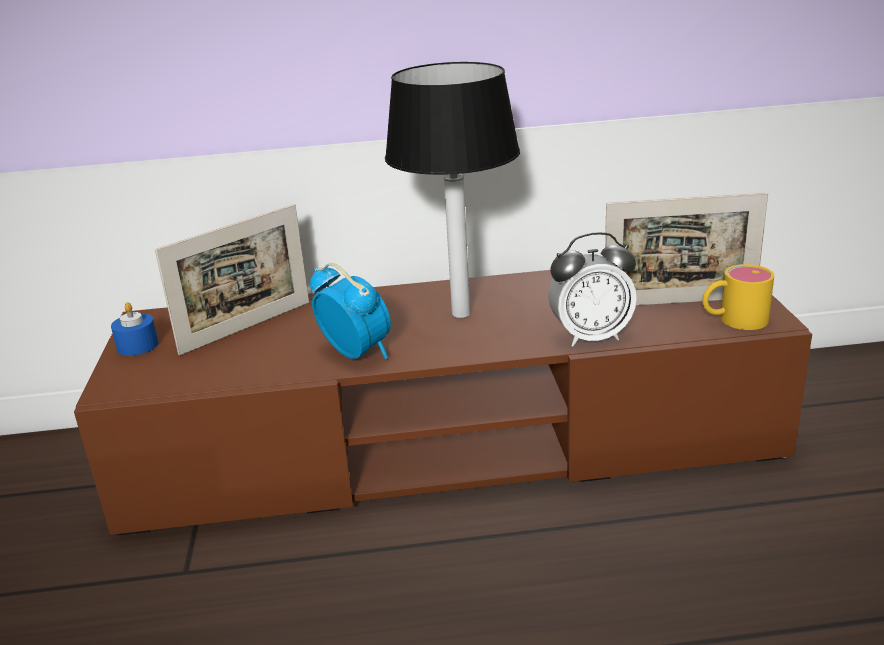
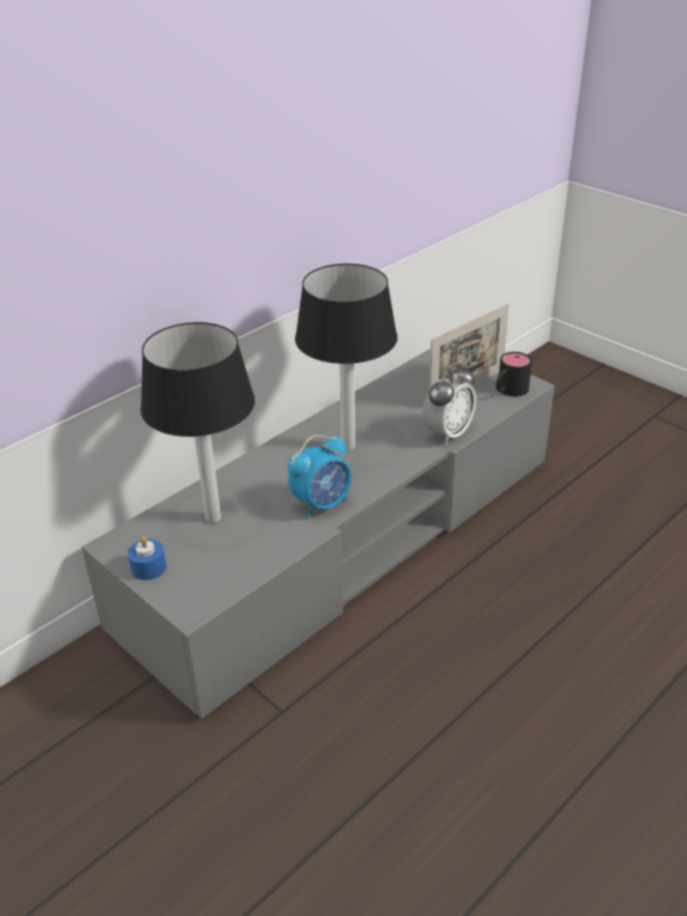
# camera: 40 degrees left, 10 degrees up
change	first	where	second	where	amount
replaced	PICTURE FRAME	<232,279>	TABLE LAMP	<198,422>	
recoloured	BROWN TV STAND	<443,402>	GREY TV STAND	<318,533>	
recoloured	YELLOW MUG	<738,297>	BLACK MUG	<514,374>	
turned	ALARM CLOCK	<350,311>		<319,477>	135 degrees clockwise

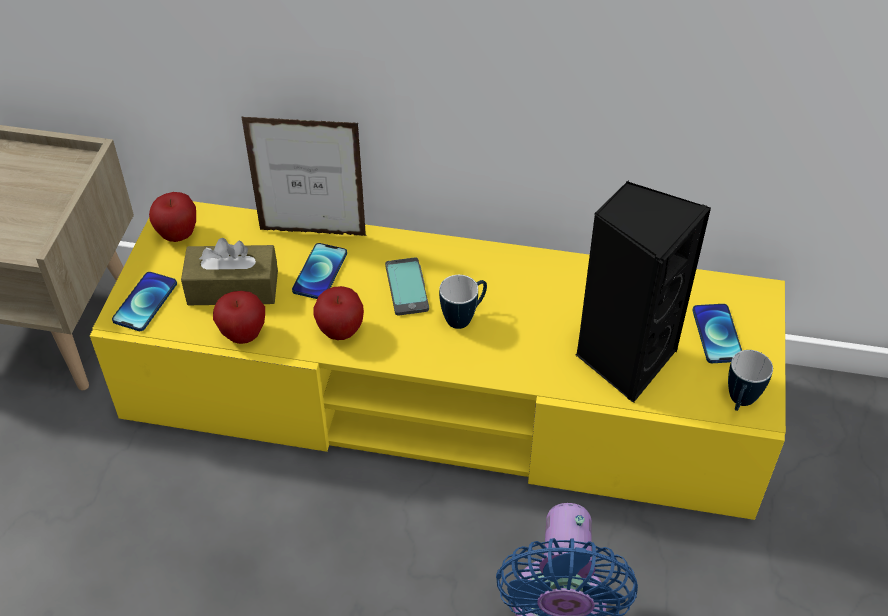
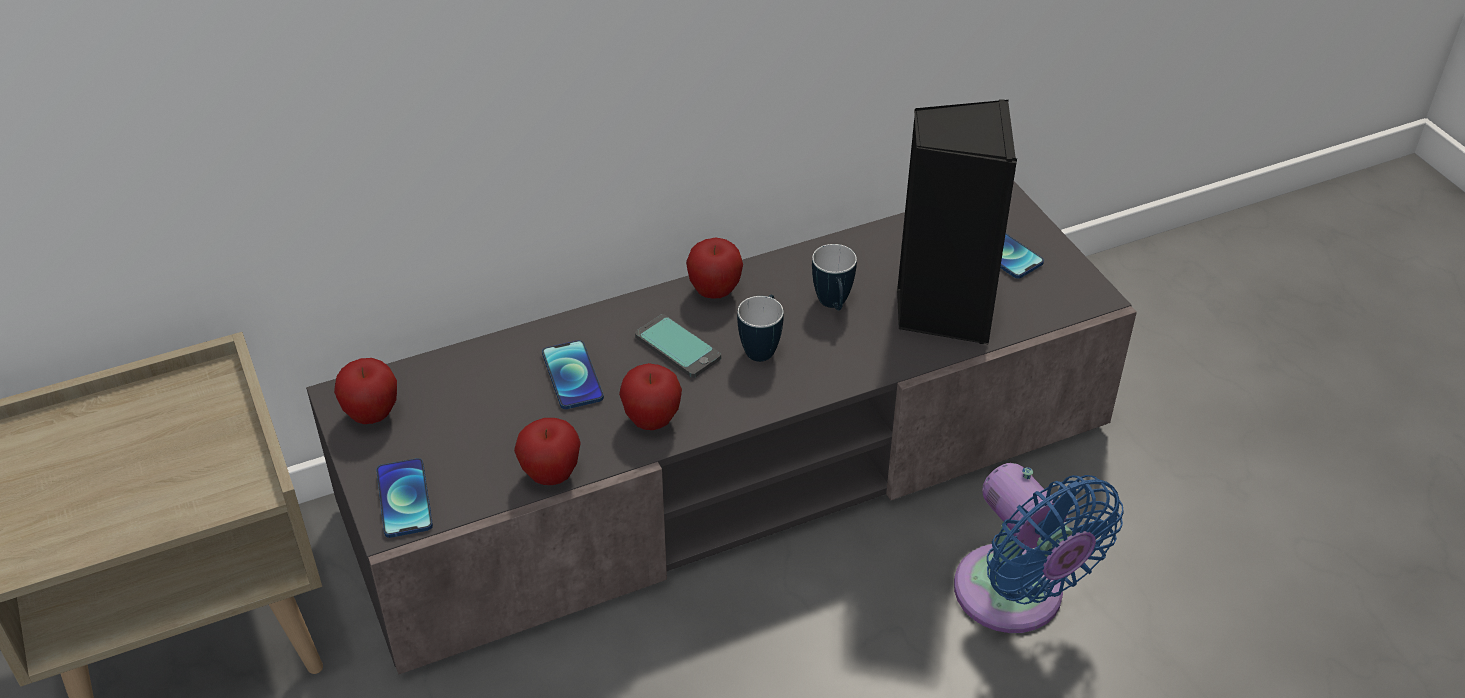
# camera: 35 degrees left, 5 degrees down
change	first	where	second	where	amount
removed	BROWN TISSUE BOX	<229,271>			
removed	PICTURE FRAME	<304,176>			
added			APPLE	<714,268>	
moved	MUG	<750,380>		<834,277>	
recoloured	YELLOW TV STAND	<438,360>	GREY TV STAND	<721,427>	

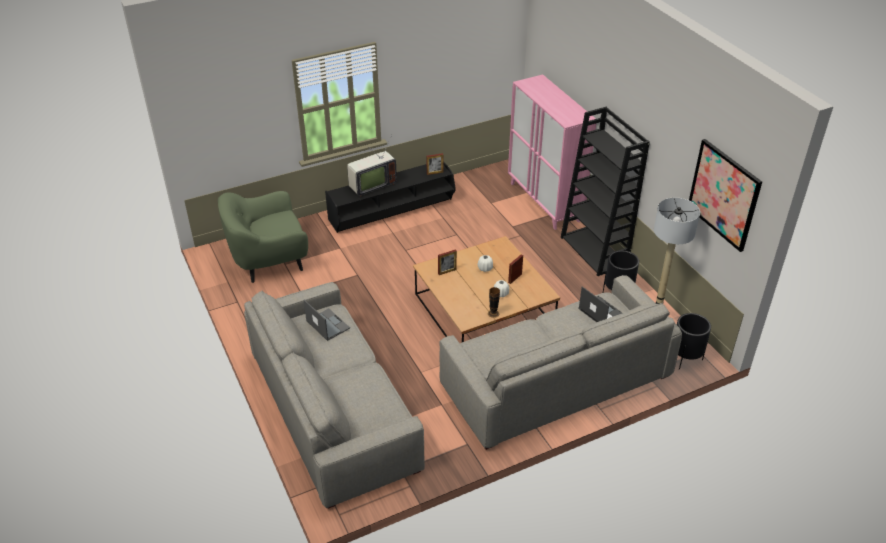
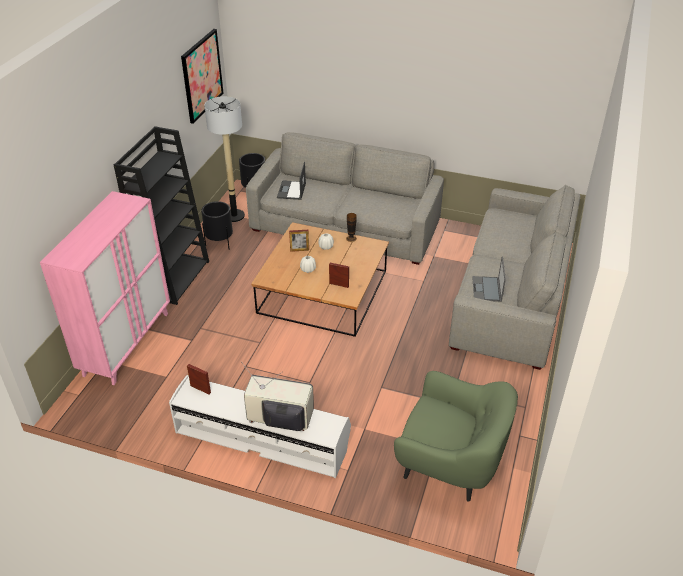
# camera: 135 degrees left, 0 degrees up
change	first	where	second	where	amount
recoloured	BLACK TV STAND	<390,197>	WHITE TV STAND	<260,426>	

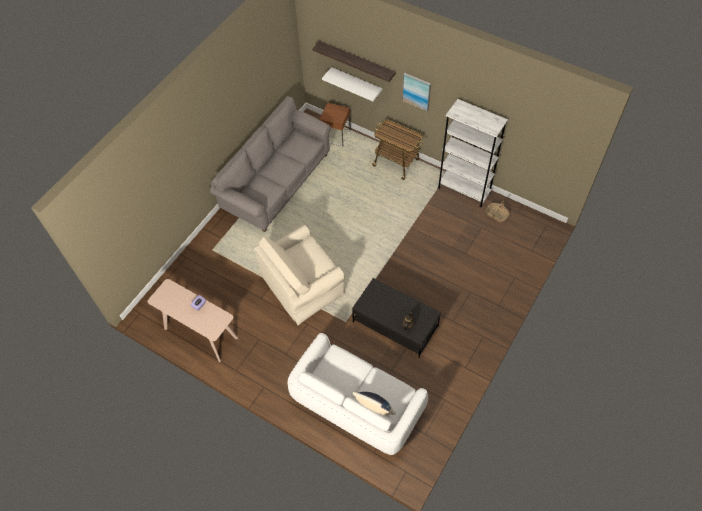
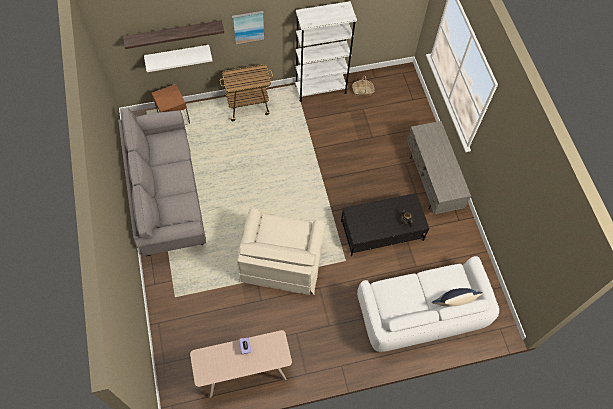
# camera: 50 degrees left, 5 degrees up
change	first	where	second	where	amount
added			GREY TV STAND	<439,167>	

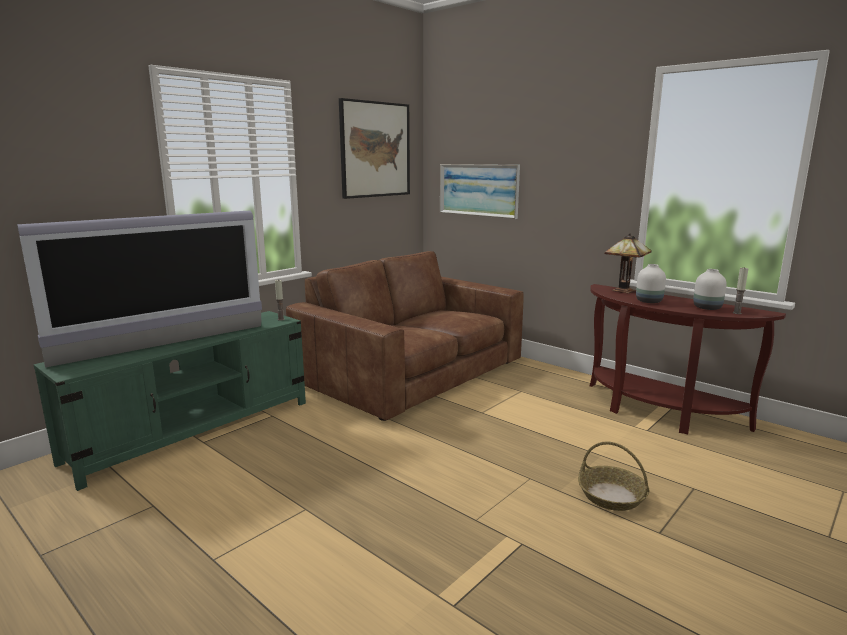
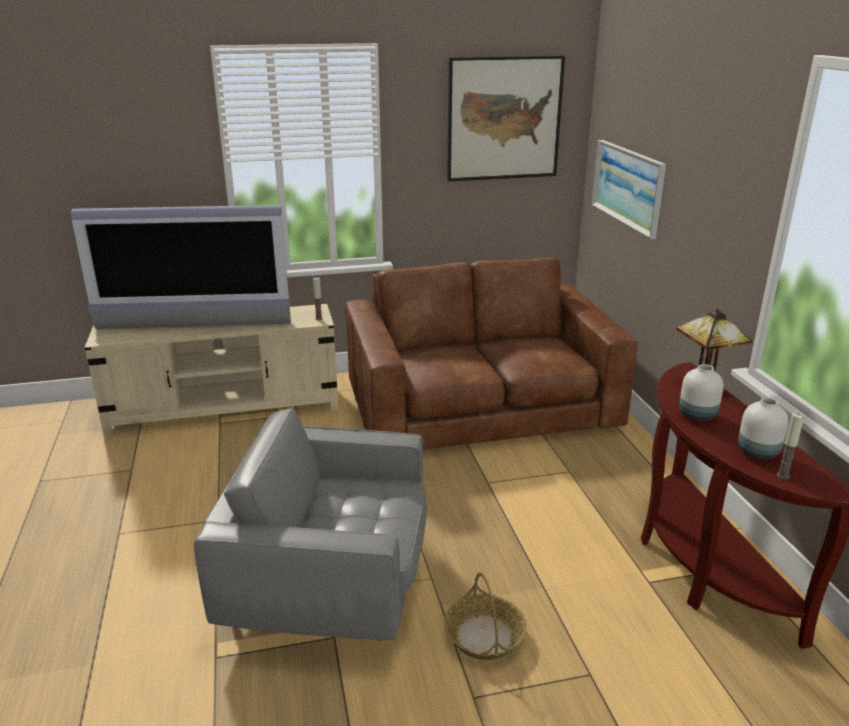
# camera: 35 degrees right, 10 degrees up
change	first	where	second	where	amount
added			GREY ARMCHAIR	<310,524>	
recoloured	GREEN TV STAND	<169,401>	BEIGE TV STAND	<211,370>	

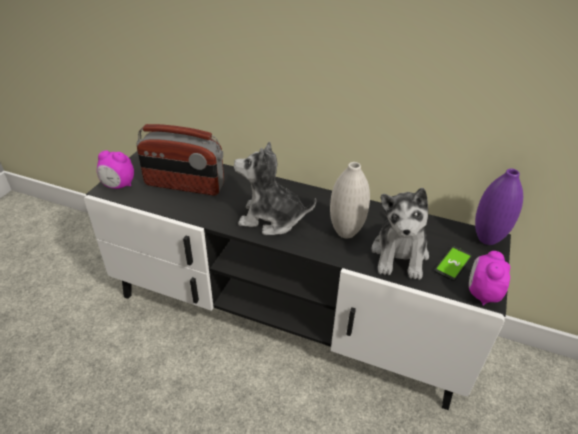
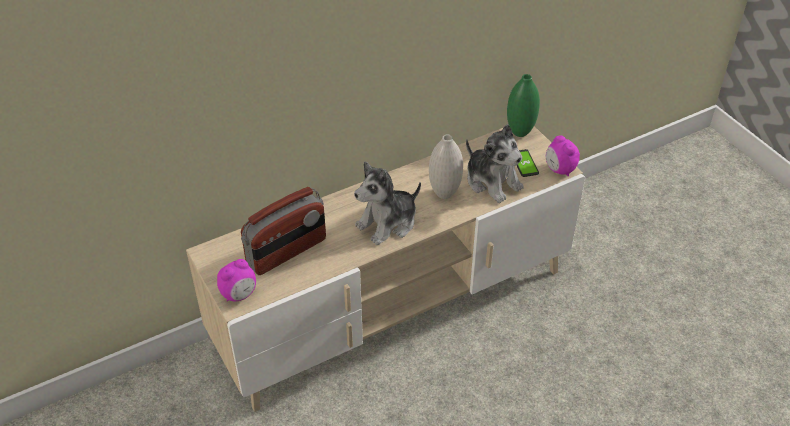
# camera: 50 degrees left, 5 degrees up
change	first	where	second	where	amount
recoloured	BLACK TV STAND	<297,280>	BEIGE TV STAND	<385,269>	
recoloured	PURPLE VASE	<499,207>	GREEN VASE	<523,105>	

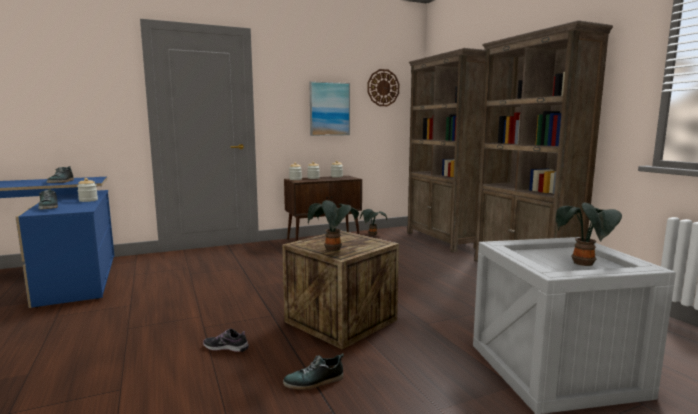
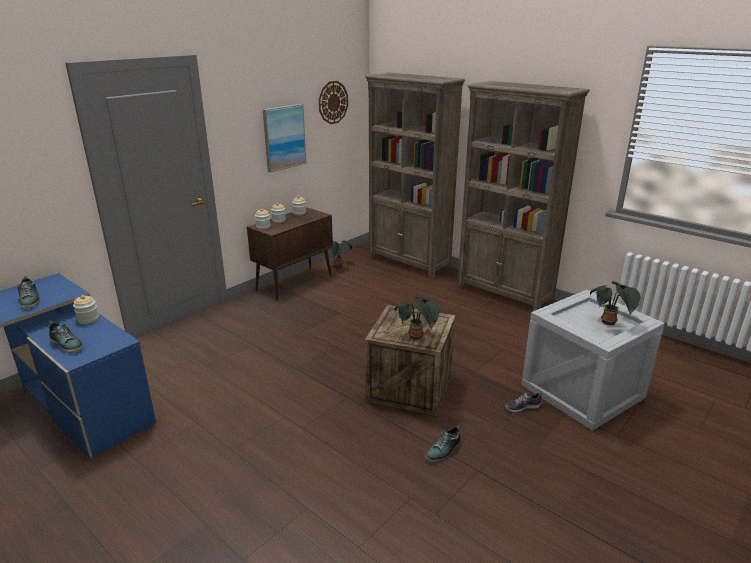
# camera: 25 degrees left, 15 degrees up
change	first	where	second	where	amount
moved	SHOE	<226,340>		<523,402>	

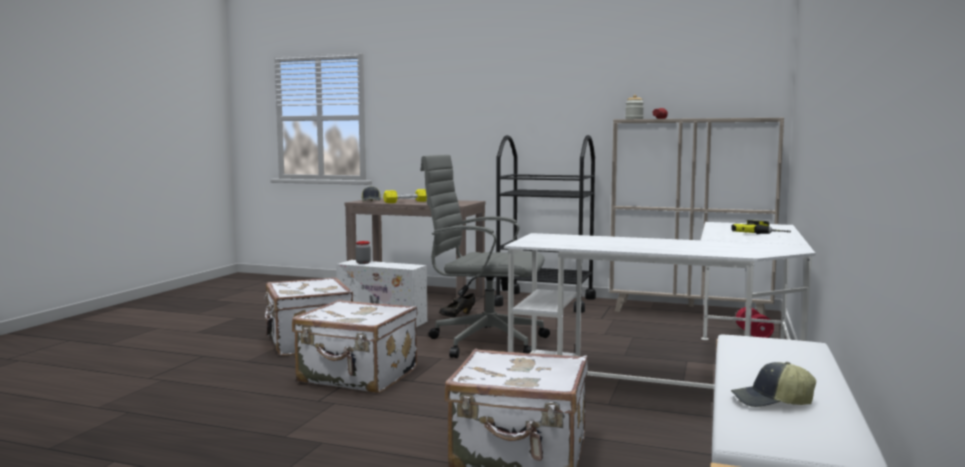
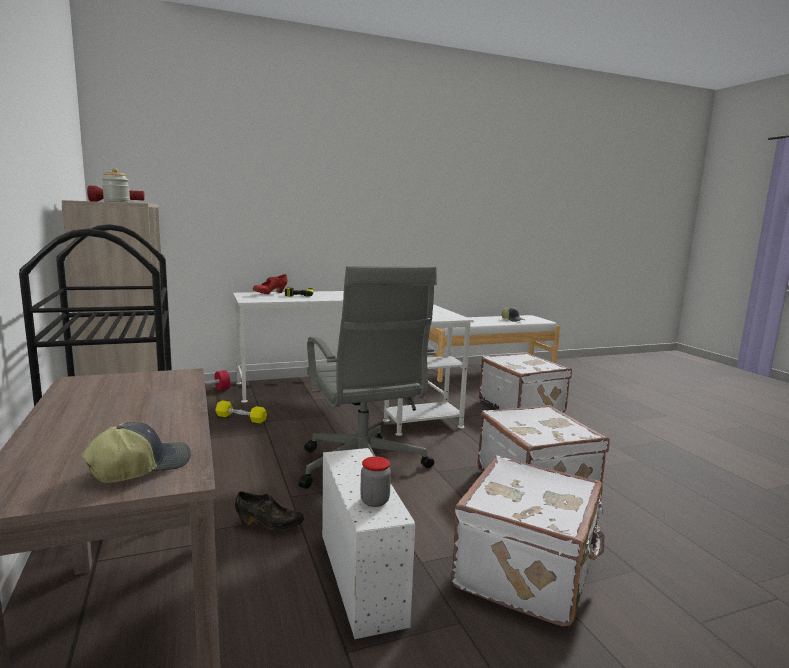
# camera: 130 degrees left, 5 degrees up
change	first	where	second	where	amount
added			RED SHOE	<270,284>	
moved	YELLOW DUMBBELL	<405,196>		<241,411>	

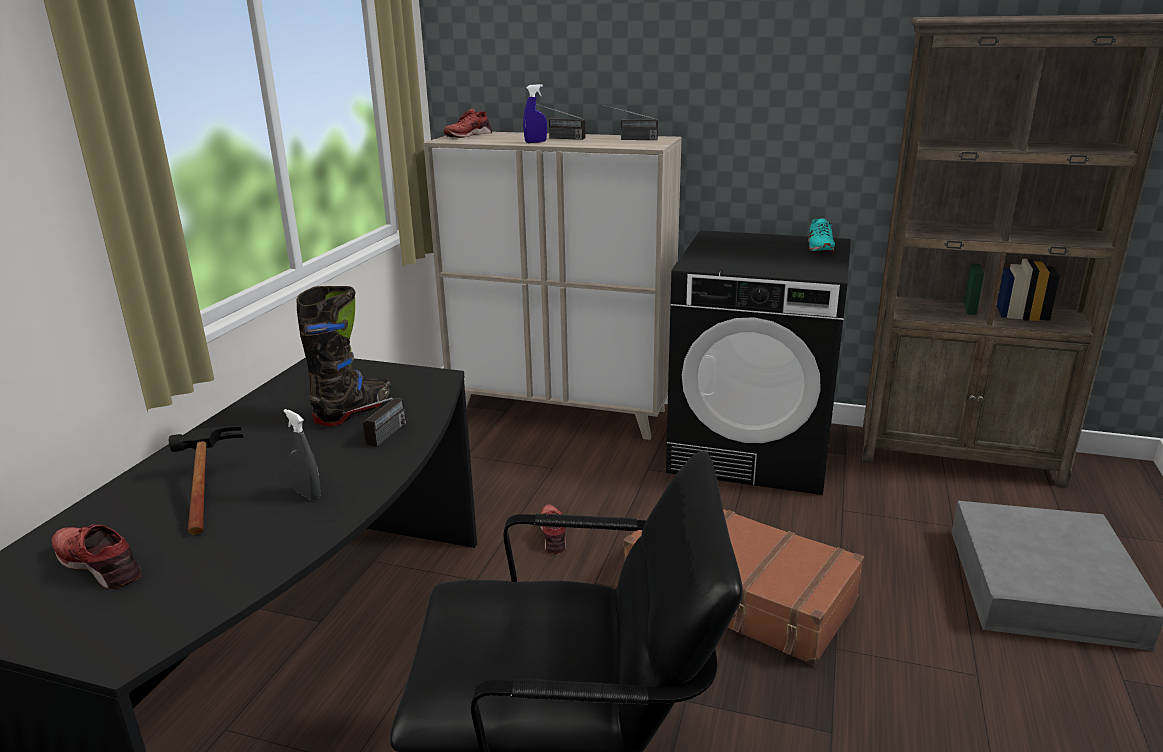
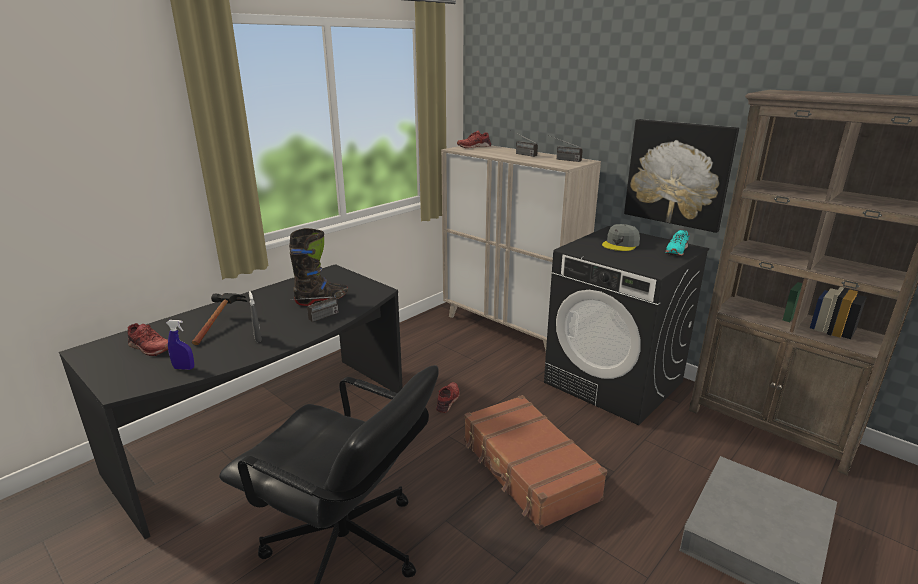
# camera: 25 degrees right, 0 degrees up
change	first	where	second	where	amount
added			GREY CAP	<621,237>	
added			PICTURE	<681,176>	
moved	BLUE SPRAY BOTTLE	<535,113>		<180,345>	
turned	RED SHOE	<96,556>		<148,339>	150 degrees clockwise

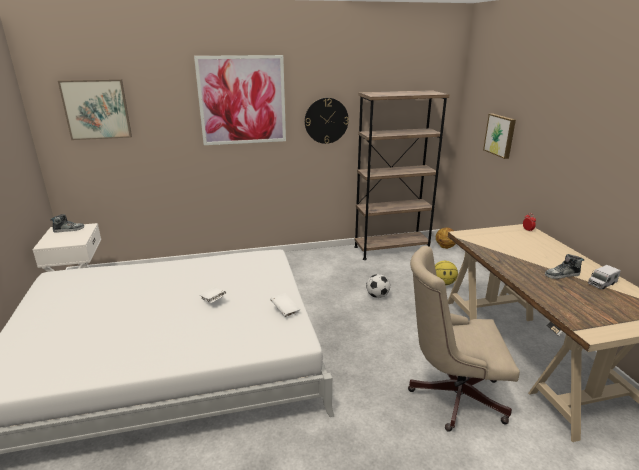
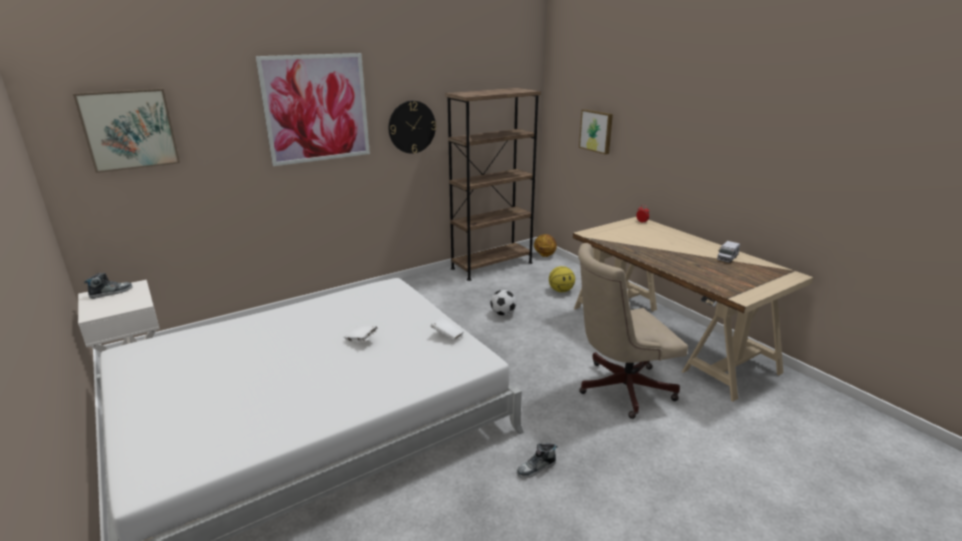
# camera: 20 degrees left, 0 degrees up
change	first	where	second	where	amount
moved	SHOE	<564,266>		<537,461>	

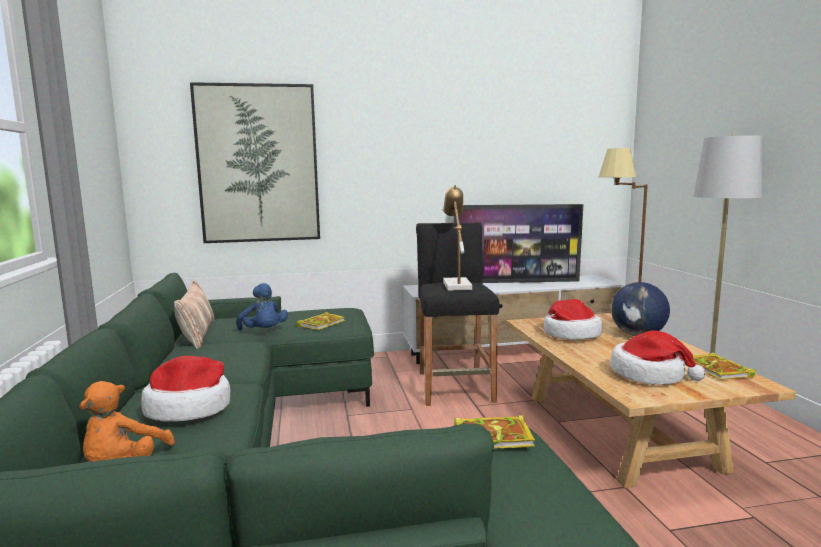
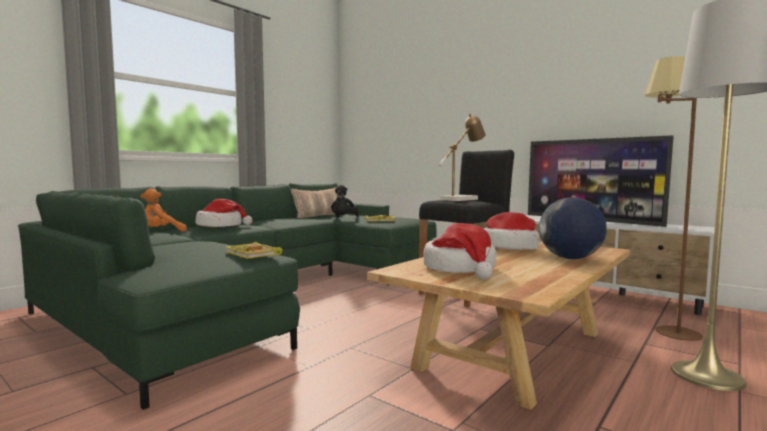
# camera: 50 degrees right, 5 degrees down
change	first	where	second	where	amount
removed	PICTURE	<255,162>			
removed	BOOK	<724,366>			
recoloured	BLUE PLUSH TOY	<262,307>	BLACK PLUSH TOY	<345,201>	

